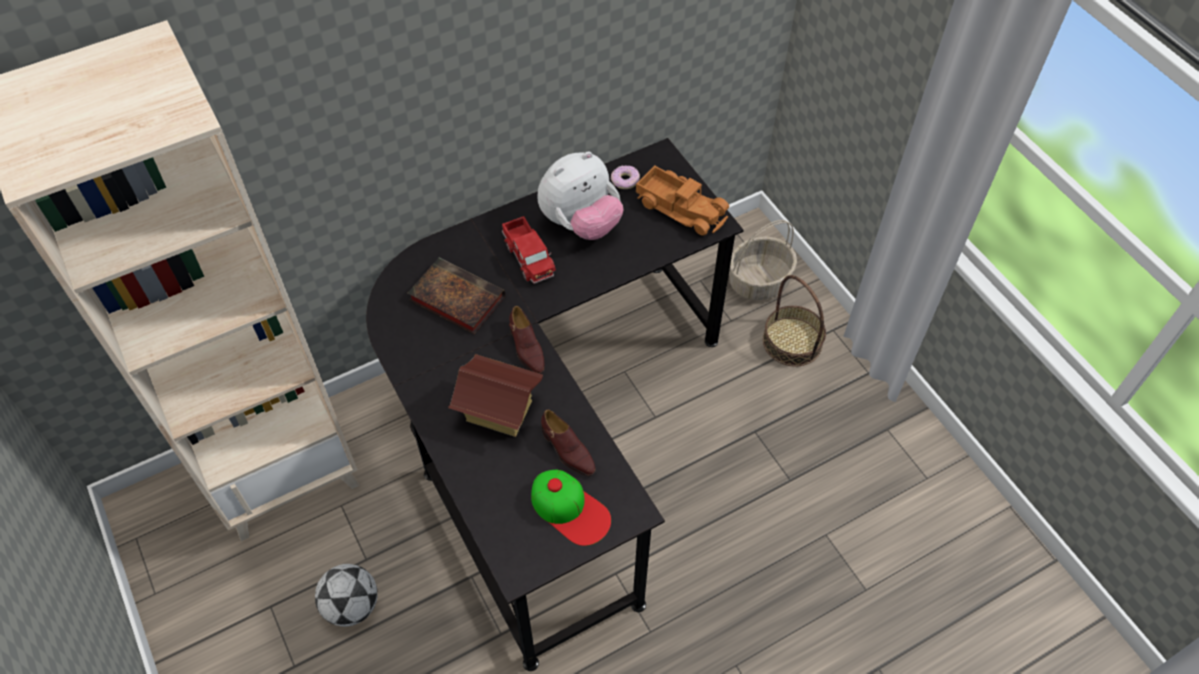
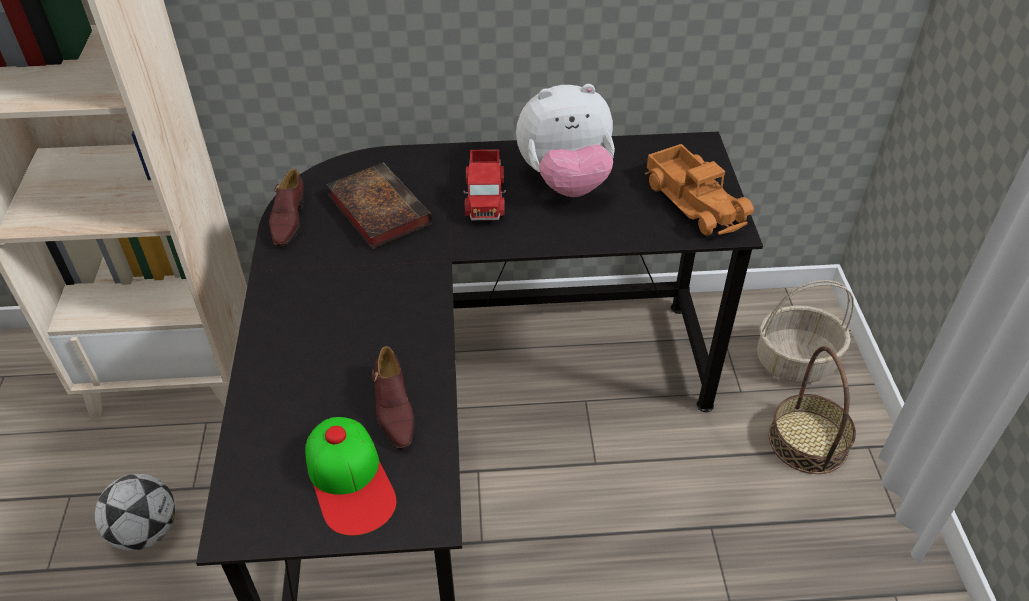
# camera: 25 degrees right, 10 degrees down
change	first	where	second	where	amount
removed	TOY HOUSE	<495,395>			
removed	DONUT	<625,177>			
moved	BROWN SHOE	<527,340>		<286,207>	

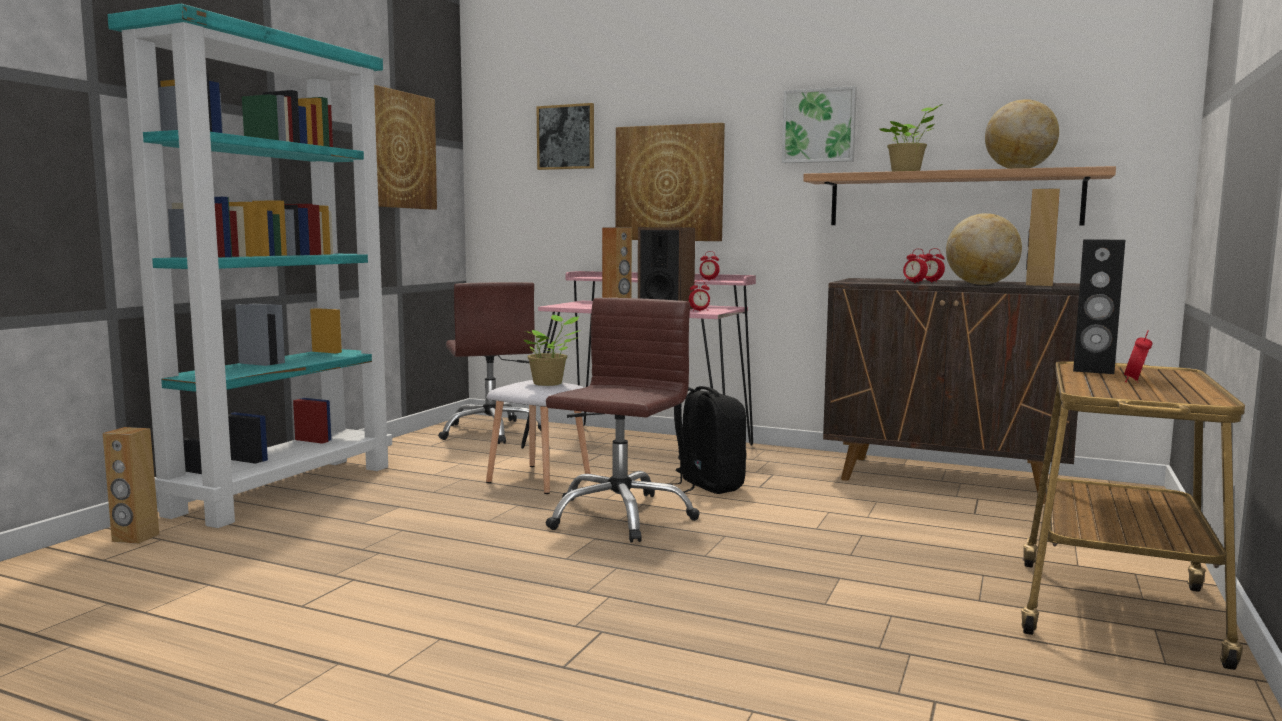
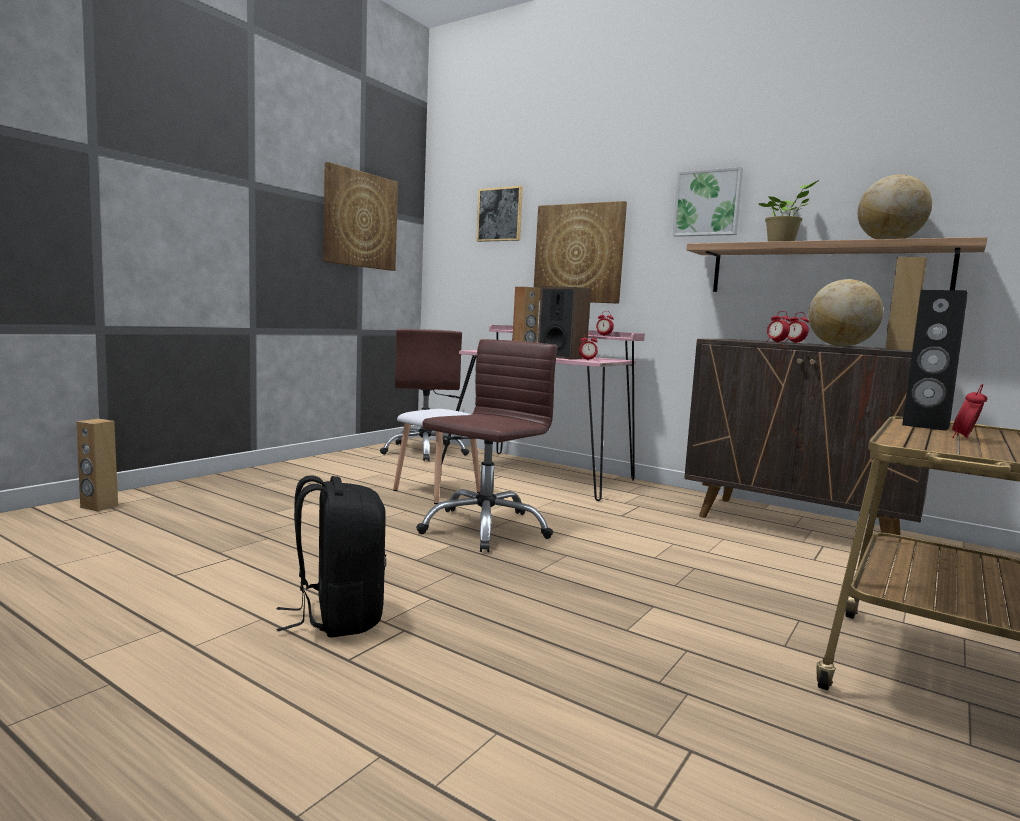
# camera: 10 degrees right, 0 degrees up
change	first	where	second	where	amount
removed	TURQUOISE BOOKCASE	<249,266>			
removed	POTTED PLANT	<552,350>			
moved	BLACK BACKPACK	<705,440>		<331,556>	

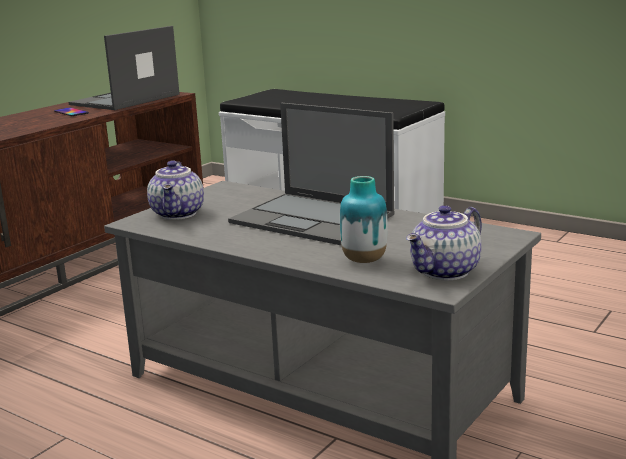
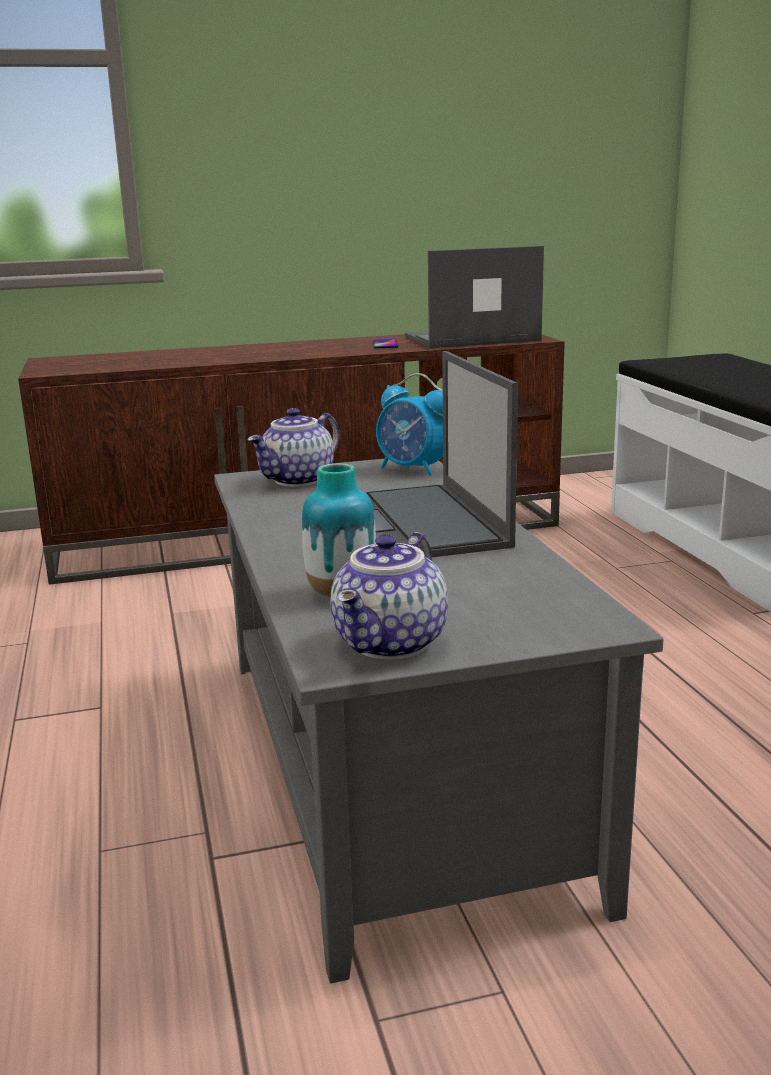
# camera: 40 degrees right, 0 degrees up
change	first	where	second	where	amount
added			ALARM CLOCK	<409,424>	
turned	TEAPOT	<444,242>		<389,596>	60 degrees counterclockwise

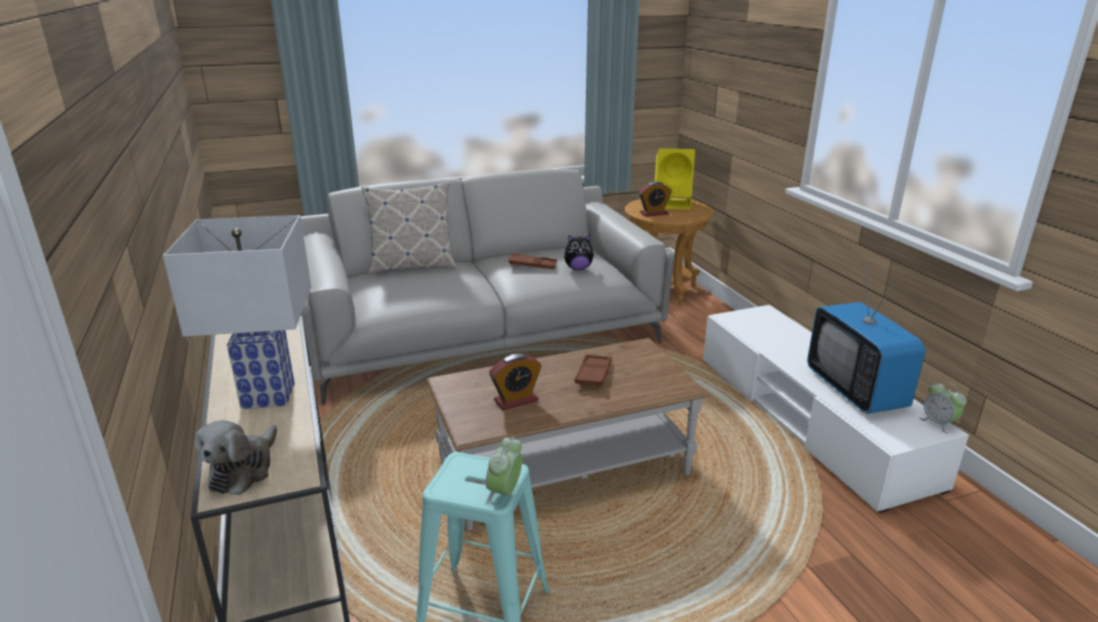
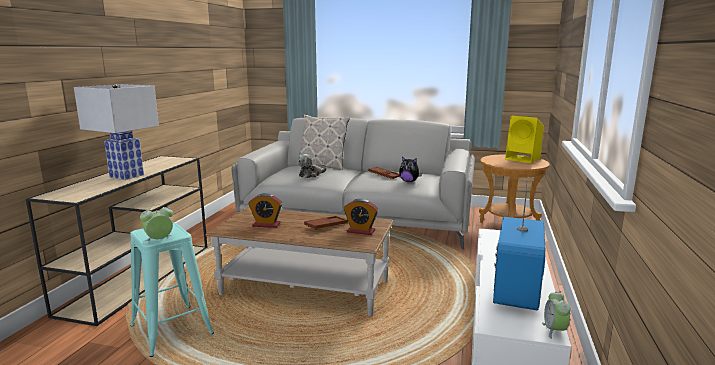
# camera: 35 degrees right, 10 degrees down
change	first	where	second	where	amount
moved	PLUSH TOY	<236,457>		<312,166>	
moved	ALARM CLOCK	<655,199>		<361,217>	

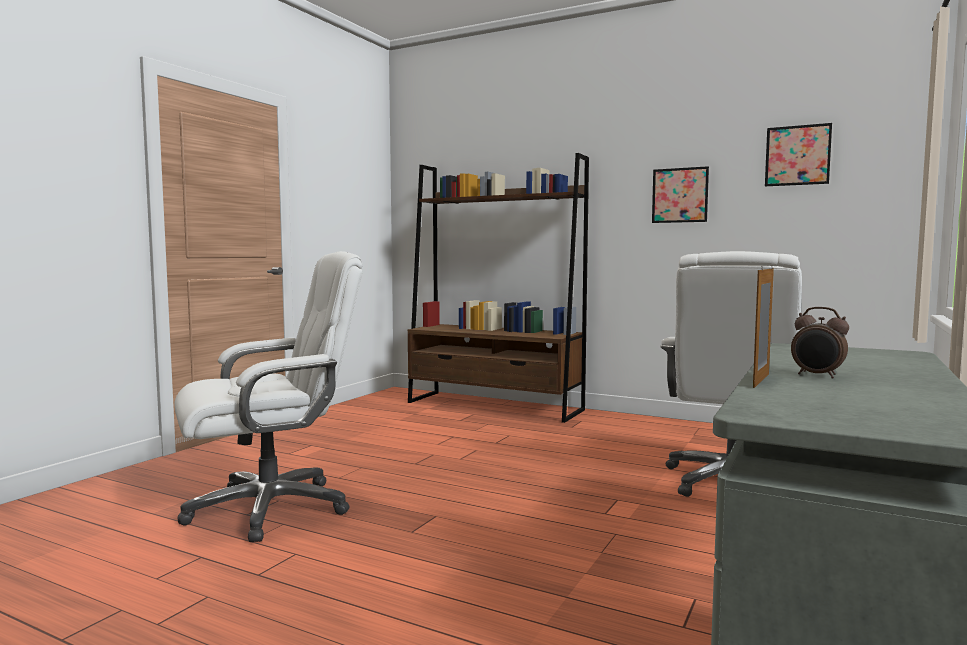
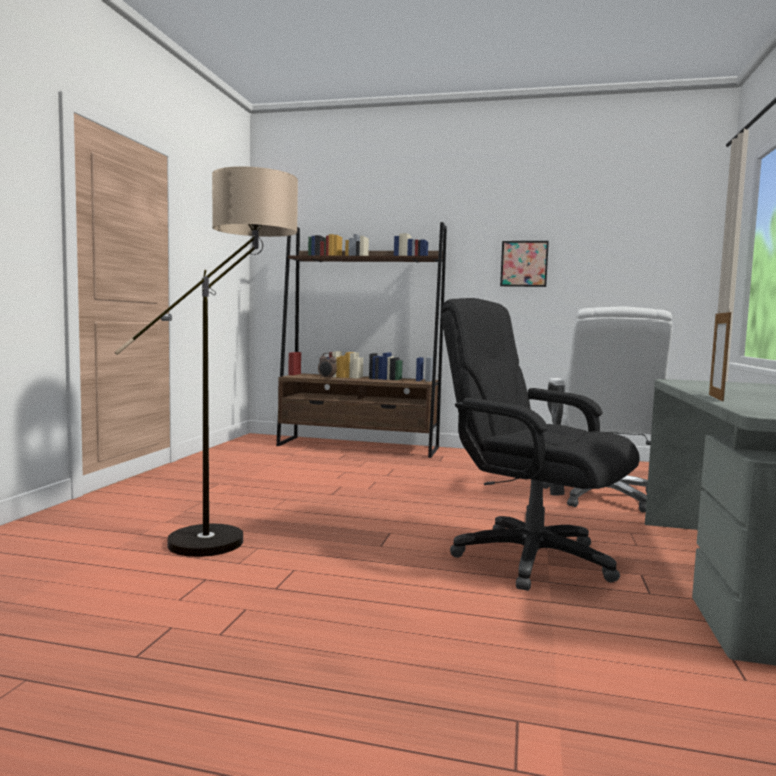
# camera: 15 degrees left, 0 degrees up
change	first	where	second	where	amount
removed	PICTURE	<798,154>			
added			BLACK OFFICE CHAIR	<540,444>	
moved	ALARM CLOCK	<820,343>		<327,366>	
replaced	WHITE OFFICE CHAIR	<269,396>	FLOOR LAMP	<206,361>	

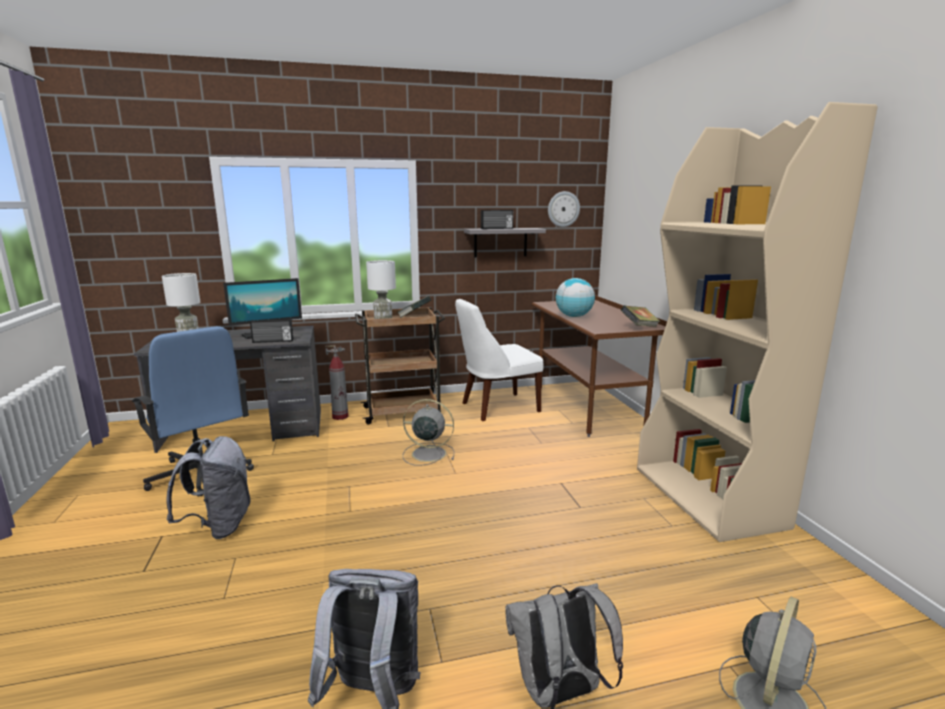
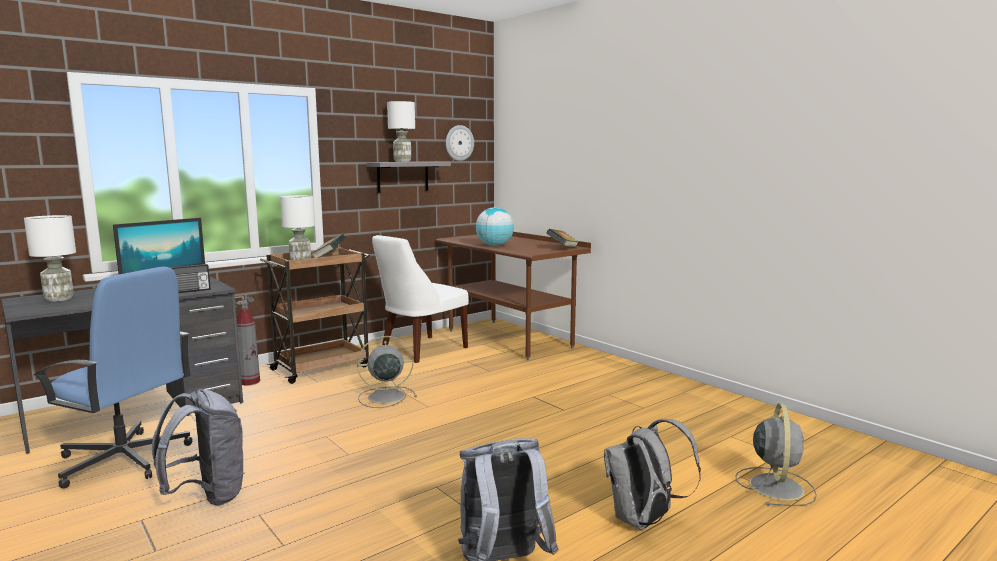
# camera: 25 degrees left, 5 degrees down
change	first	where	second	where	amount
removed	BEIGE BOOKCASE	<757,322>			
replaced	RADIO	<497,219>	WHITE TABLE LAMP	<401,131>	

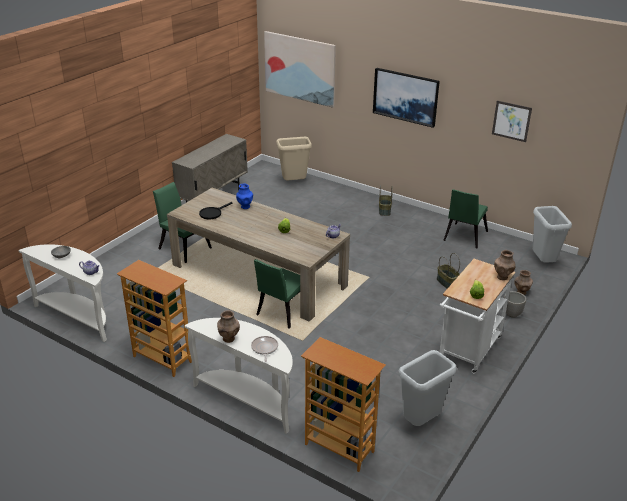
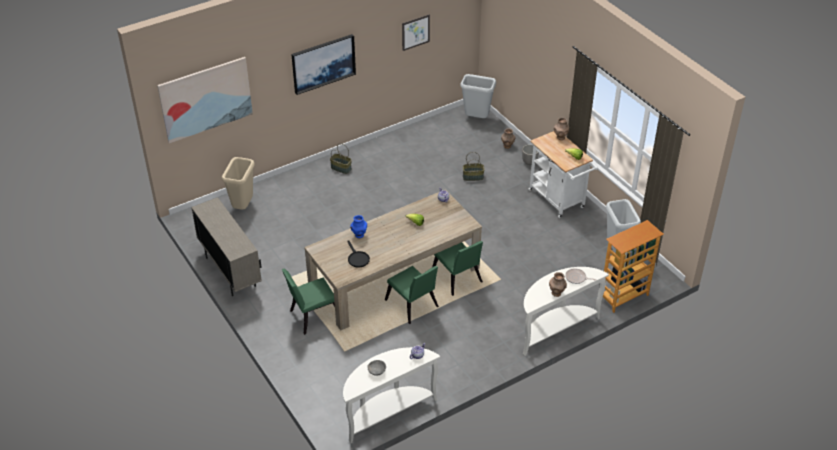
# camera: 65 degrees left, 10 degrees up
change	first	where	second	where	amount
removed	BOOKCASE	<154,318>			
moved	GREEN CHAIR	<465,218>		<412,295>	

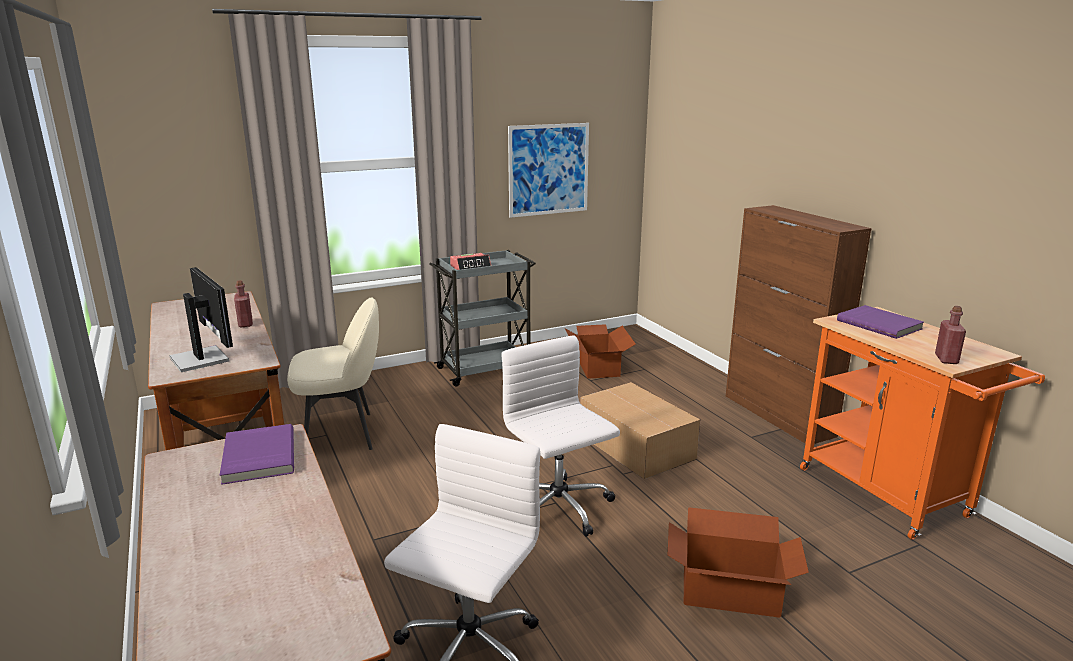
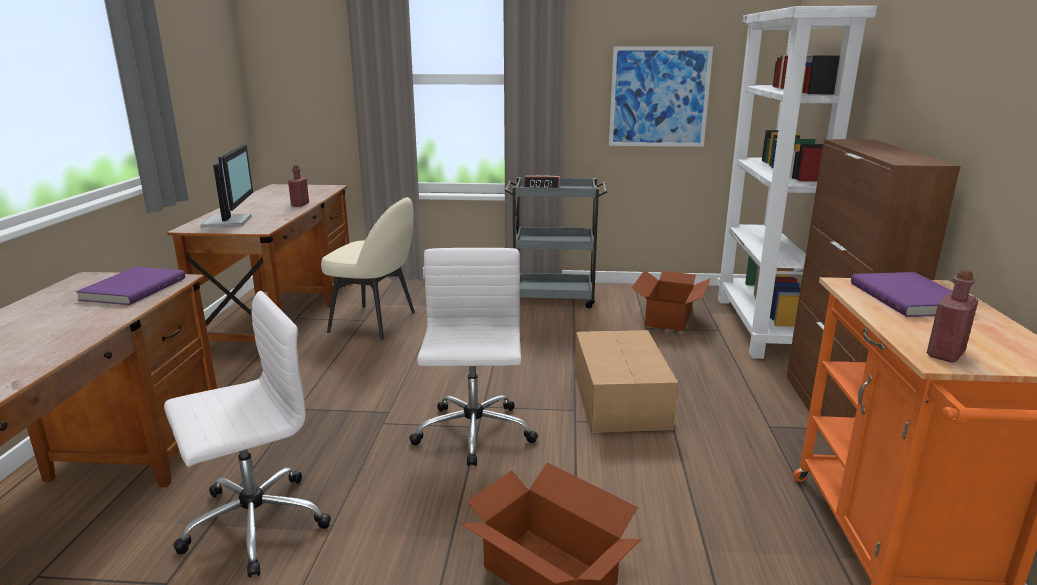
# camera: 30 degrees right, 0 degrees up
change	first	where	second	where	amount
added			WHITE BOOKCASE	<797,182>	

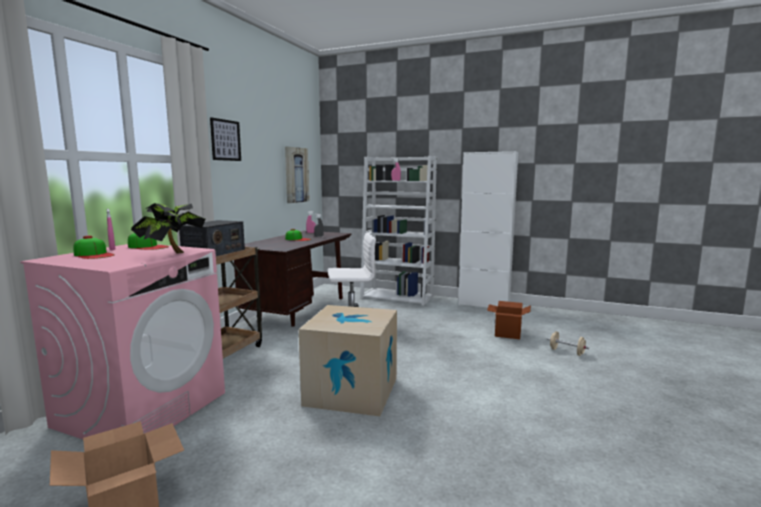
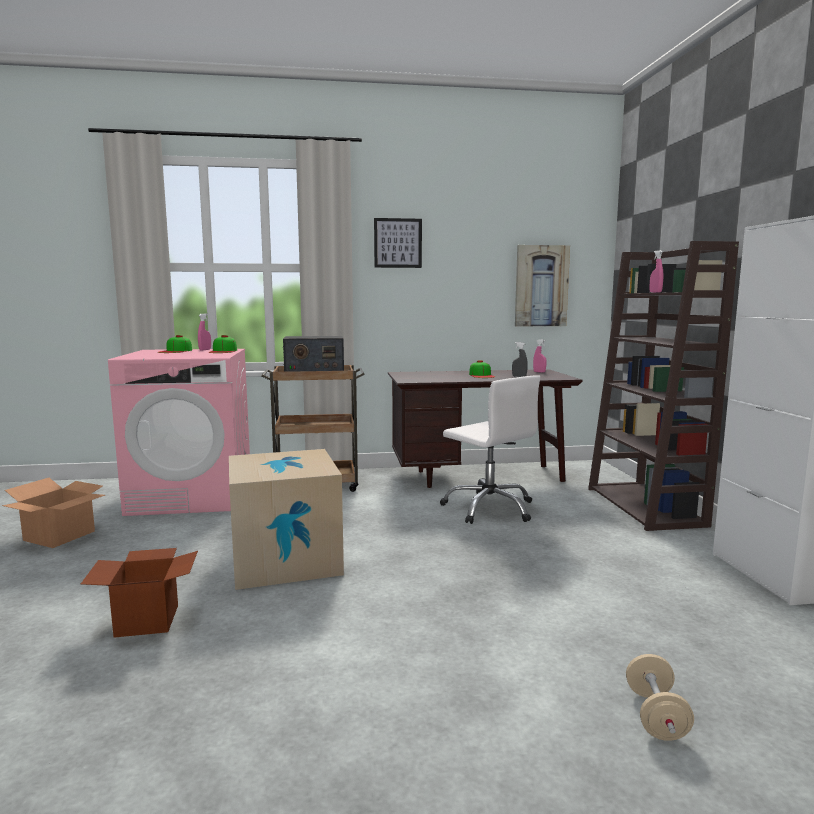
# camera: 60 degrees right, 0 degrees up
change	first	where	second	where	amount
removed	POTTED PLANT	<168,228>			
moved	CARDBOARD BOX	<509,320>		<139,593>	
recoloured	WHITE BOOKCASE	<398,231>	BROWN BOOKCASE	<663,386>	

